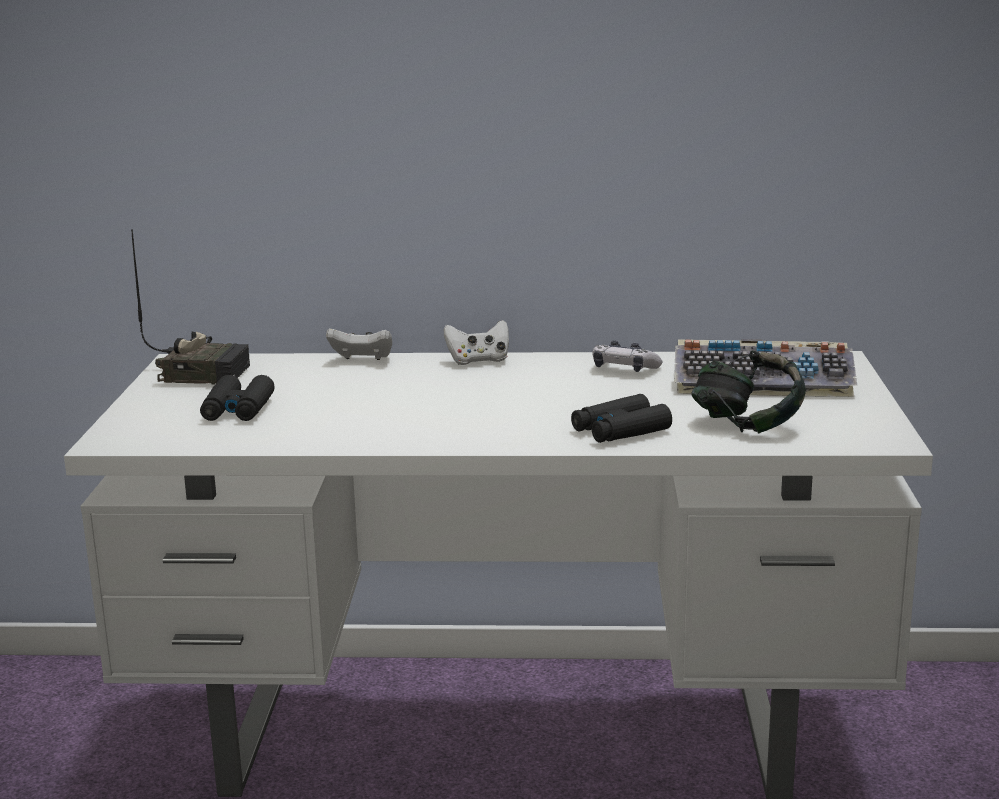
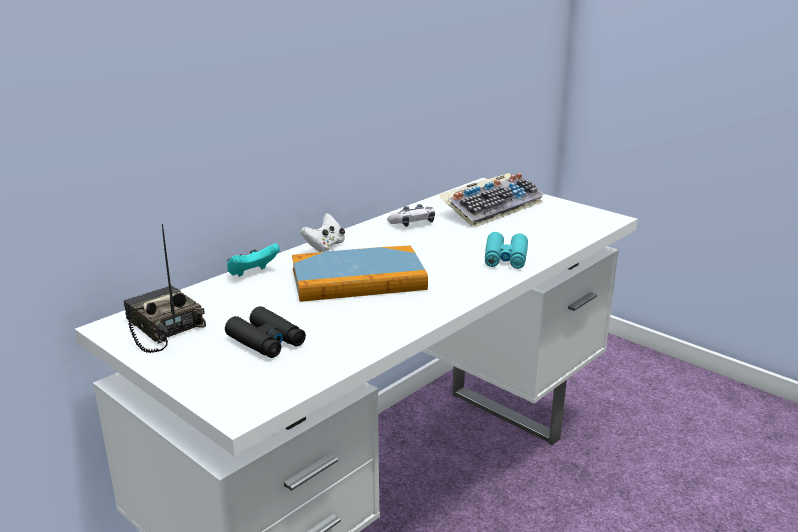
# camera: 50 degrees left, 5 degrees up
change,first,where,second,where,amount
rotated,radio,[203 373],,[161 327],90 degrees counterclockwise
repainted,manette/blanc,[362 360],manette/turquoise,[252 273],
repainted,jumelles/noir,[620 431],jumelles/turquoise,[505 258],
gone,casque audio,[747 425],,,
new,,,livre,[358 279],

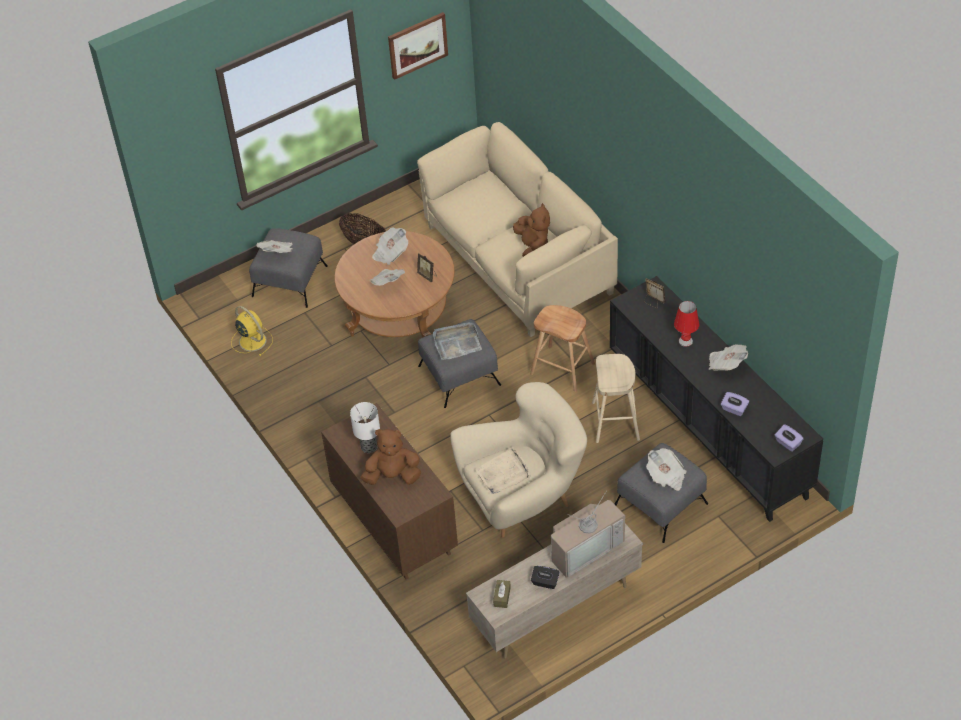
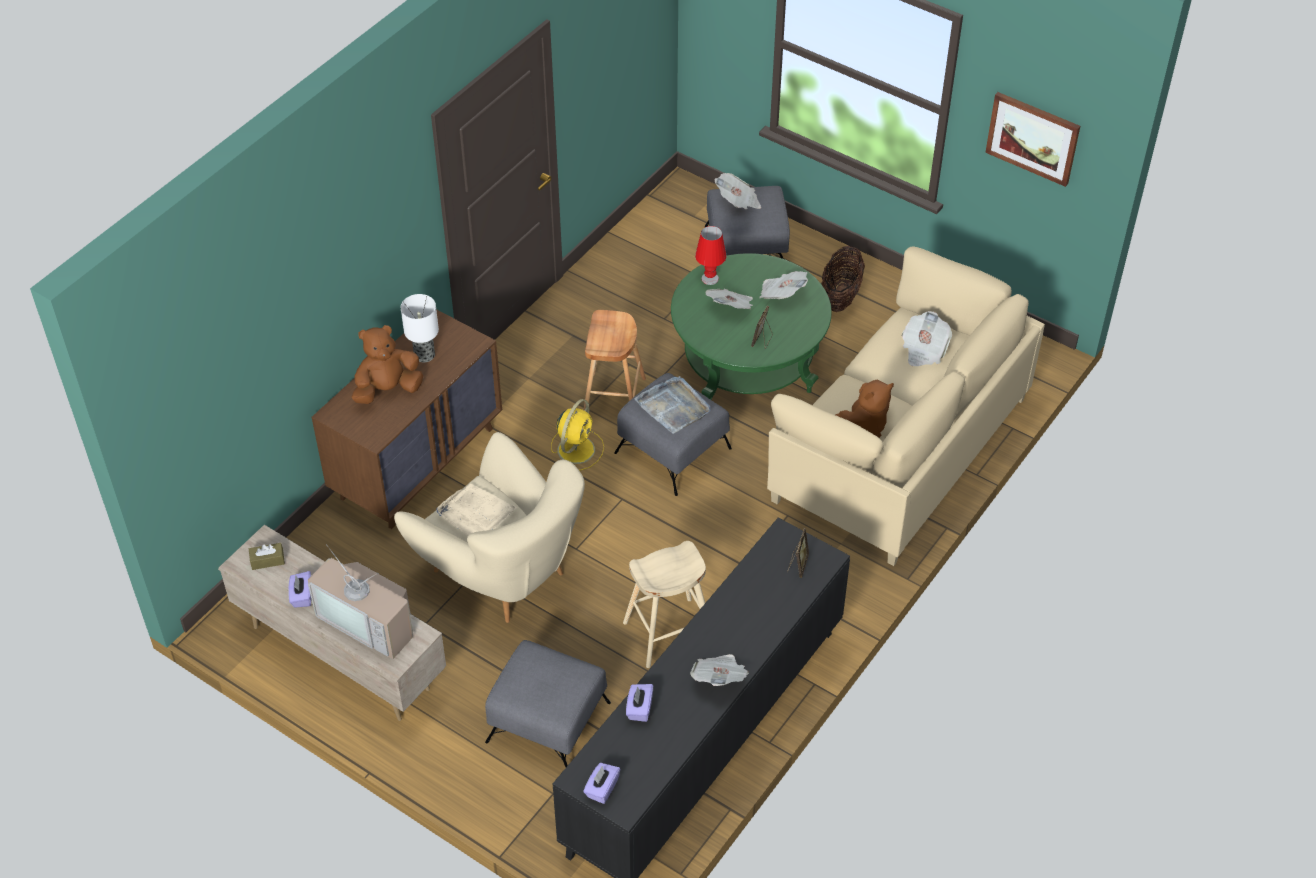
# camera: 65 degrees right, 0 degrees up
change,first,where,second,where,amount
shifted,ventilateur/jaune,[251 340],,[577 448],
repainted,table basse/marron,[399 312],table basse/vert,[748 361],
rotated,peluche/marron,[393 476],,[387 390],90 degrees counterclockwise
shifted,tabouret/marron,[562 369],,[614 399],
repainted,boîte à mouchoirs/noir,[545 582],boîte à mouchoirs/violet,[302 596],
shifted,journal,[666 476],,[923 350],
shifted,lampe de table/rouge,[685 341],,[710 278],

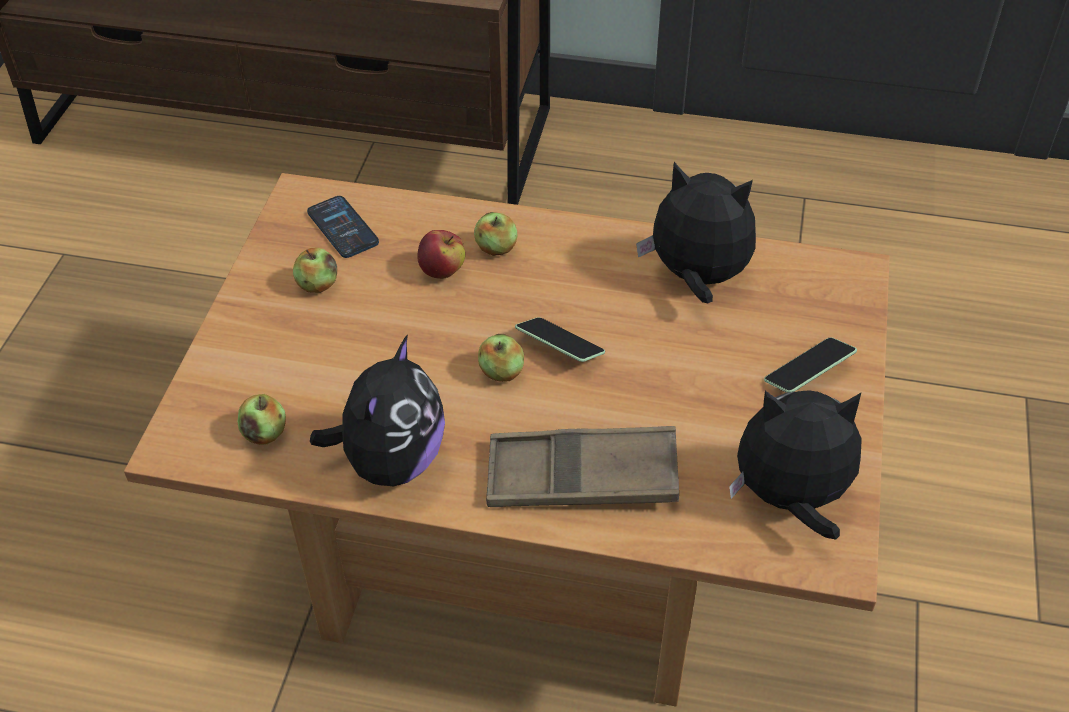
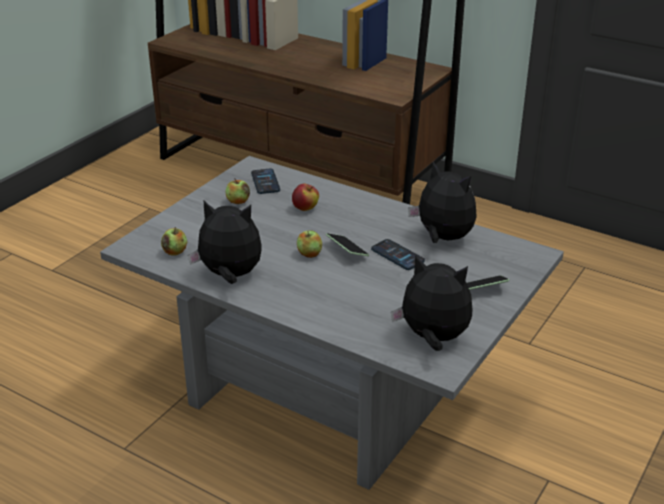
# camera: 20 degrees right, 15 degrees down
change,first,where,second,where,amount
repainted,table basse/marron,[536 535],table basse/gris,[331 389],
rotated,peluche,[391 461],,[230 276],120 degrees counterclockwise
gone,pomme,[496 248],,,
gone,plateau/marron,[582 477],,,
new,,,téléphone,[397 255],

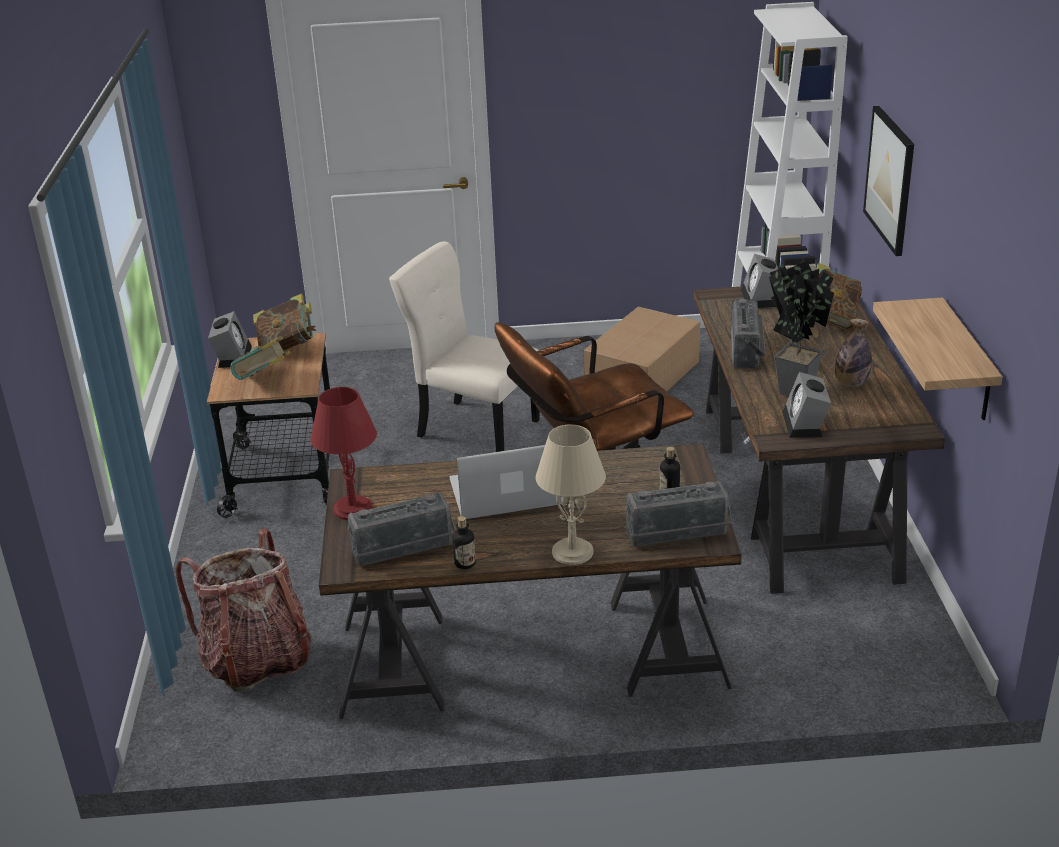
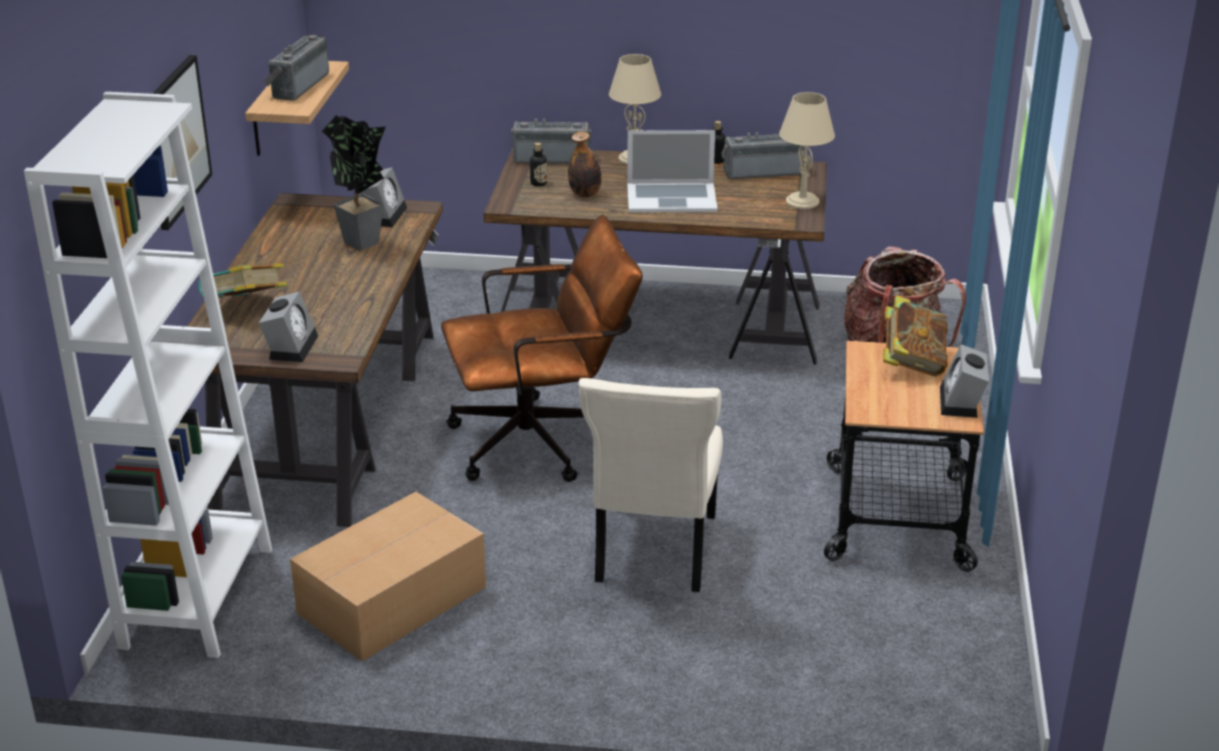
# camera: 170 degrees left, 0 degrees up
change,first,where,second,where,amount
gone,livre,[288 348],,,
repainted,lampe de table/rouge,[352 508],lampe de table/beige,[803 201],
rotated,chaise/beige,[474 427],,[653 552],60 degrees clockwise
shifted,radio,[749 351],,[297 85],
shifted,bouteille,[851 384],,[585 194],

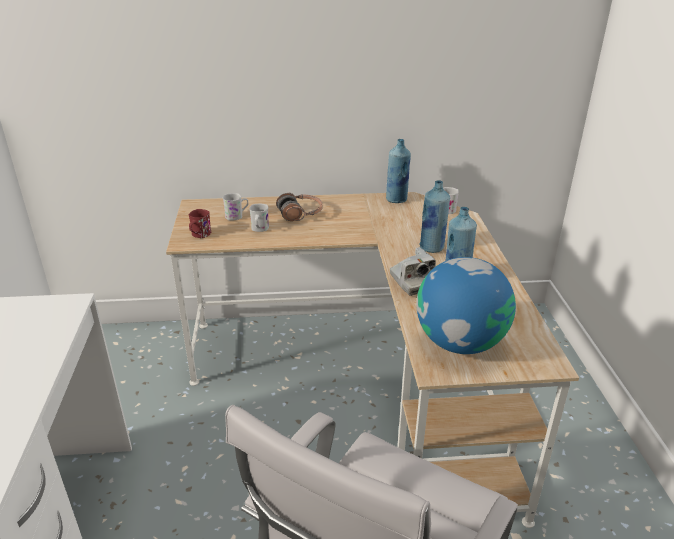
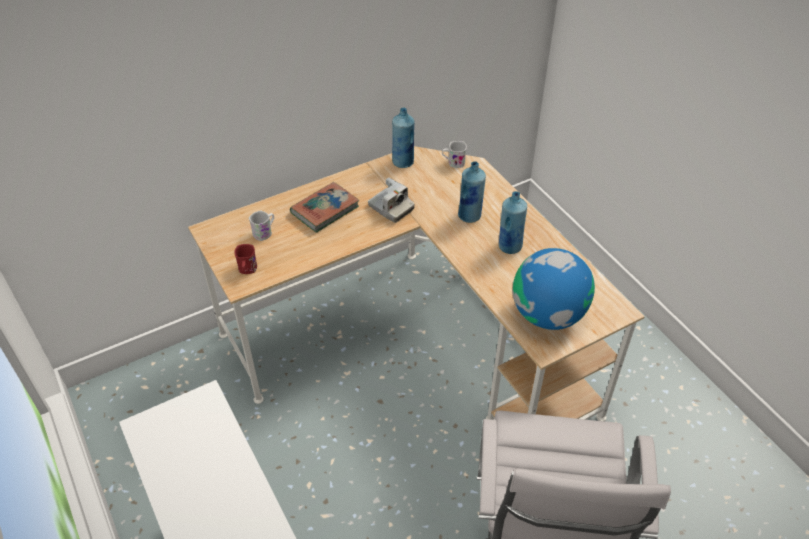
# camera: 25 degrees left, 15 degrees up
change,first,where,second,where,amount
gone,mug/blanc,[259 229],,,
swapped,casque audio,[300 214],livre,[325 210],
shifted,appareil photo,[413 282],,[390 208],

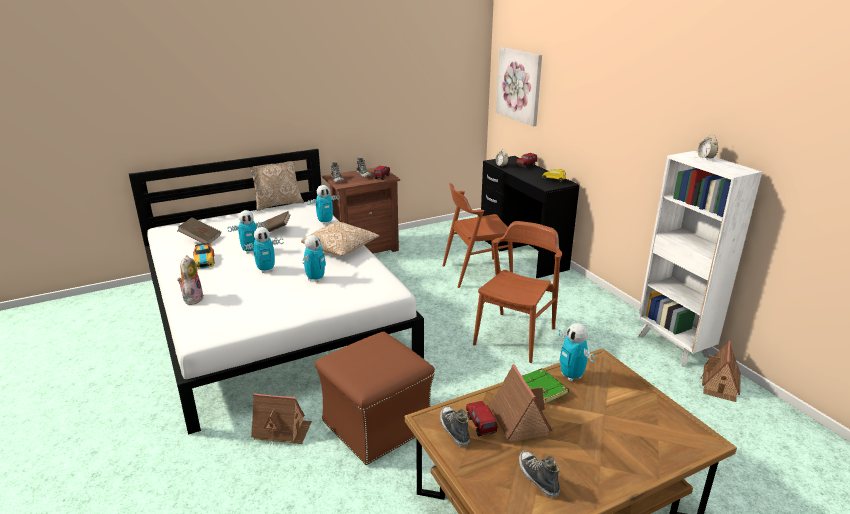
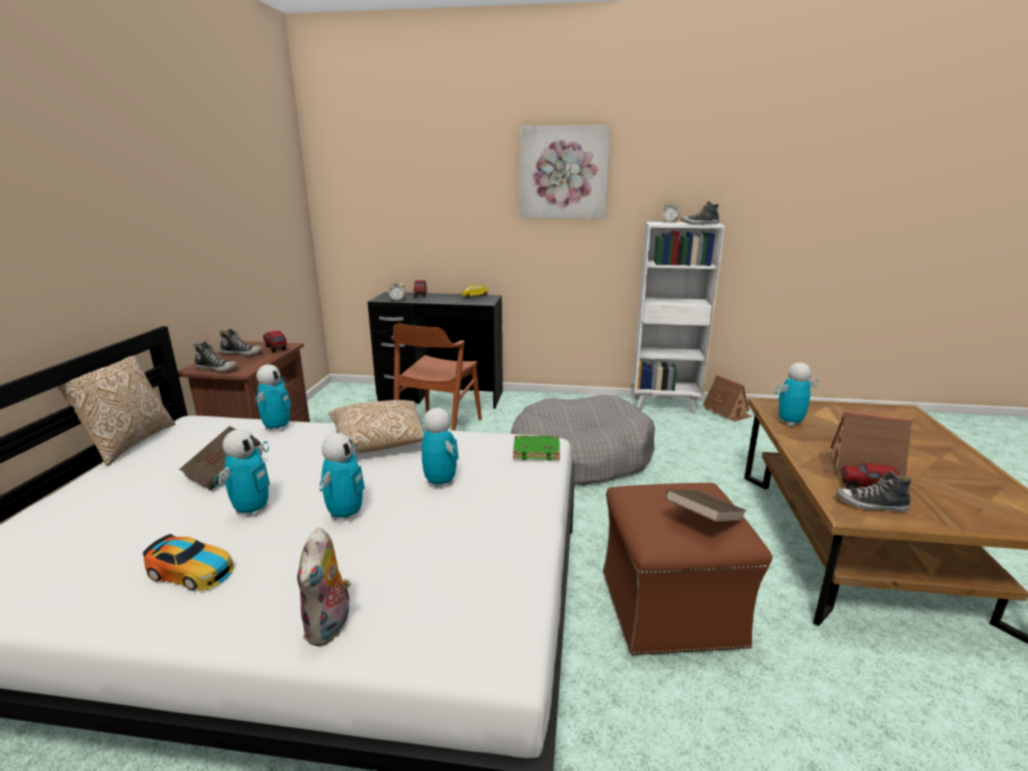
# camera: 55 degrees left, 5 degrees down
change,first,where,second,where,amount
shifted,livre/marron,[201 239],,[703 520],
rotated,peluche,[192 298],,[330 627],120 degrees counterclockwise
gone,maison miniature,[282 430],,,
swapped,chaise/marron,[515 336],panier pour chien/gris,[580 457],
shifted,tableau,[519 85],,[564 173],
shifted,chaussure,[537 477],,[699 224],
shifted,livre/vert,[543 389],,[537 451],
rotated,robot jouet,[571 376],,[789 422],150 degrees clockwise

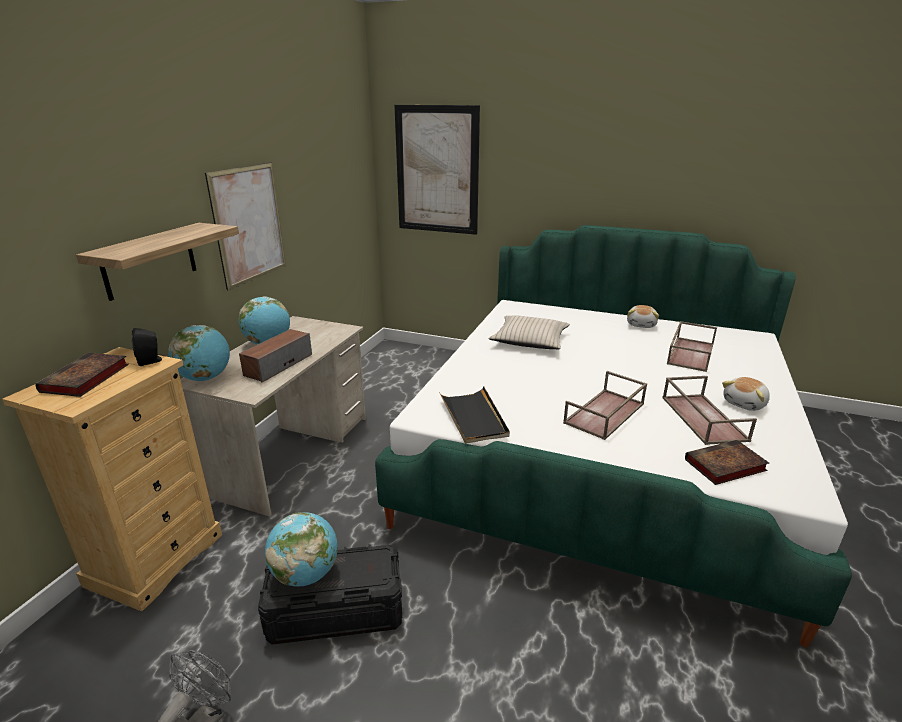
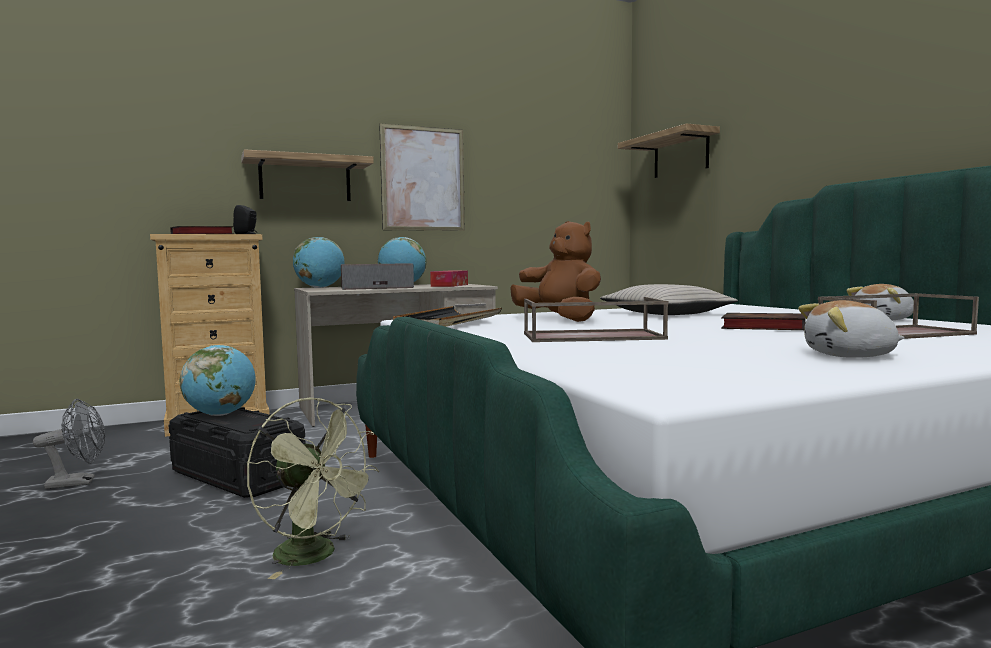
# camera: 45 degrees right, 20 degrees down
change,first,where,second,where,amount
swapped,tableau,[437 170],étagère,[681 154],
gone,plateau/marron,[702 418],,,
shifted,livre,[724 466],,[761 327],
new,,,ventilateur/vert,[315 556],
new,,,boîte à mouchoirs,[449 285],
new,,,peluche/marron,[560 319],

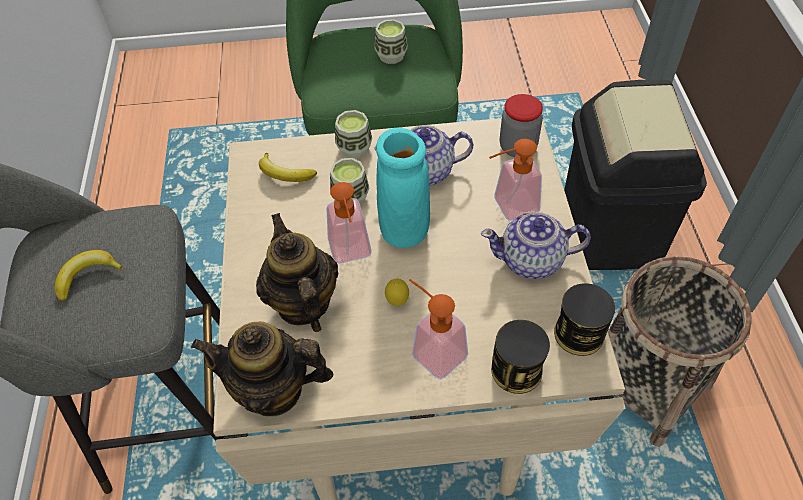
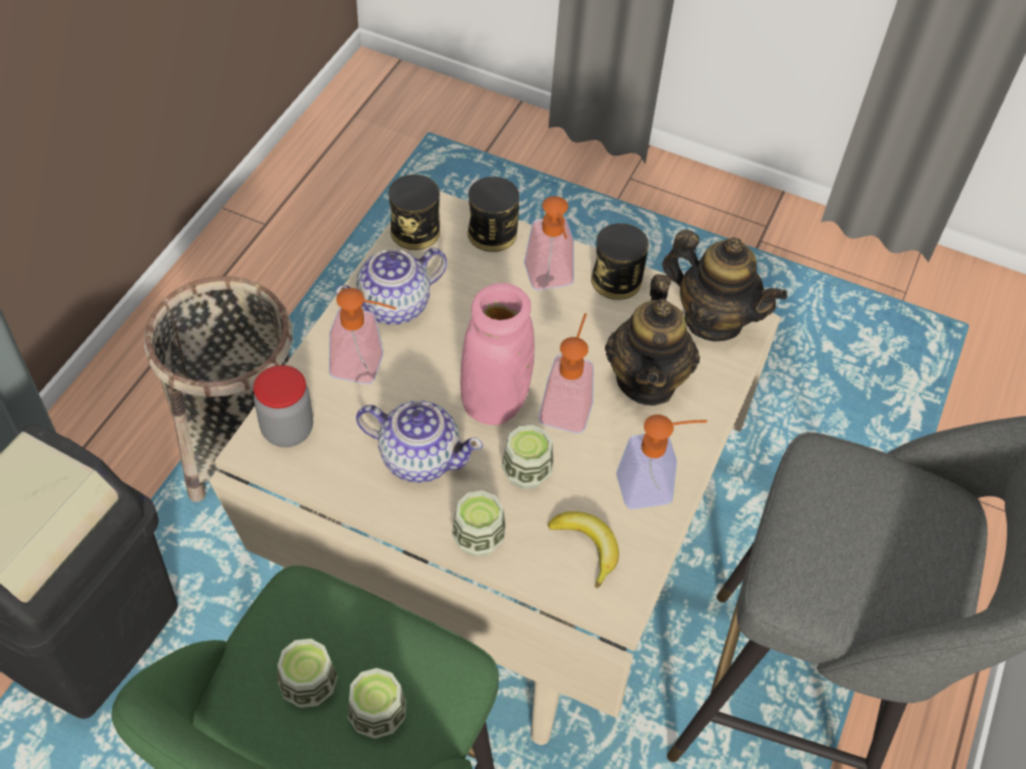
# camera: 155 degrees left, 0 degrees up
change,first,where,second,where,amount
gone,banane,[88 276],,,
repainted,vase/turquoise,[404 230],vase/rose,[494 401],
gone,citron,[397 302],,,
rotated,théière,[532 260],,[395 305],120 degrees clockwise
new,,,tasse,[377 716],
new,,,boîte métallique,[616 280],
new,,,distributeur de savon,[654 486],

